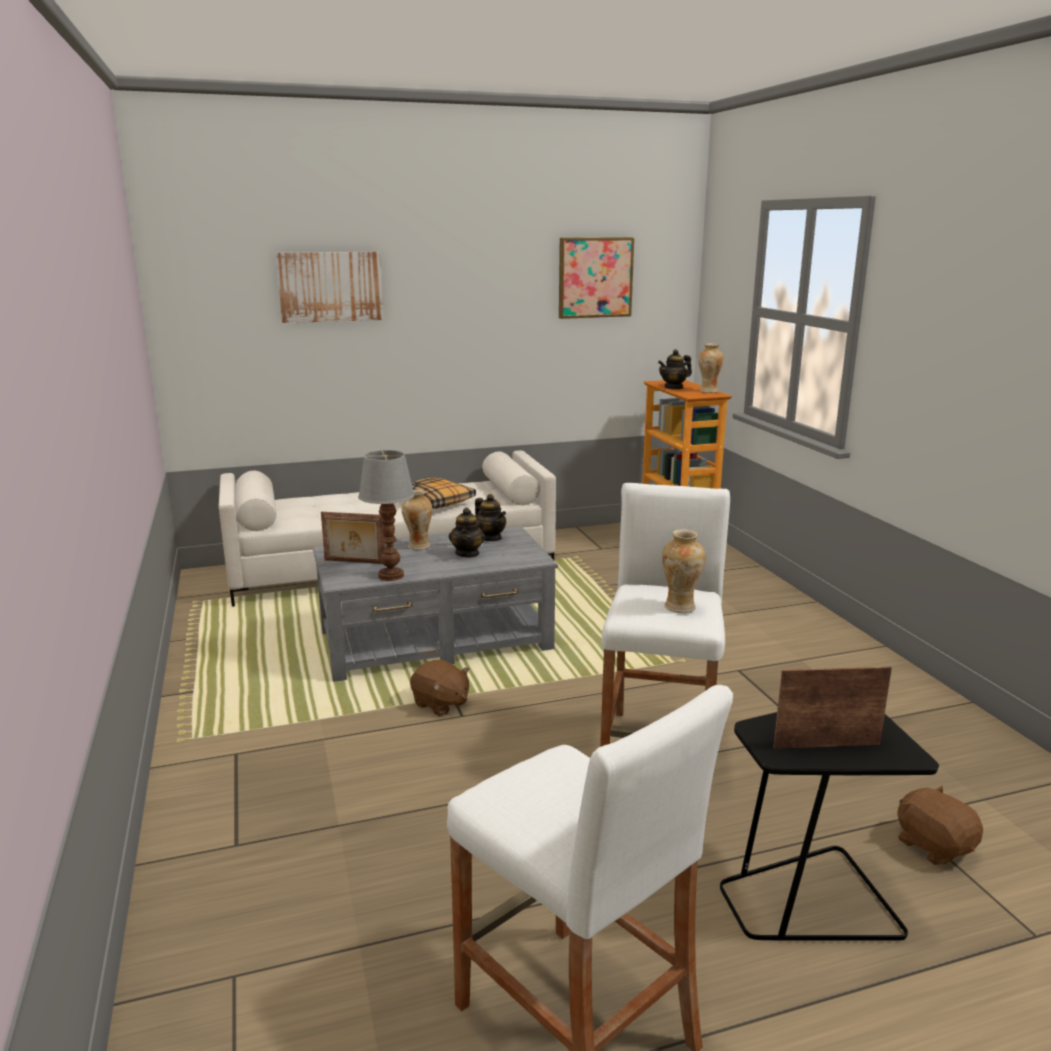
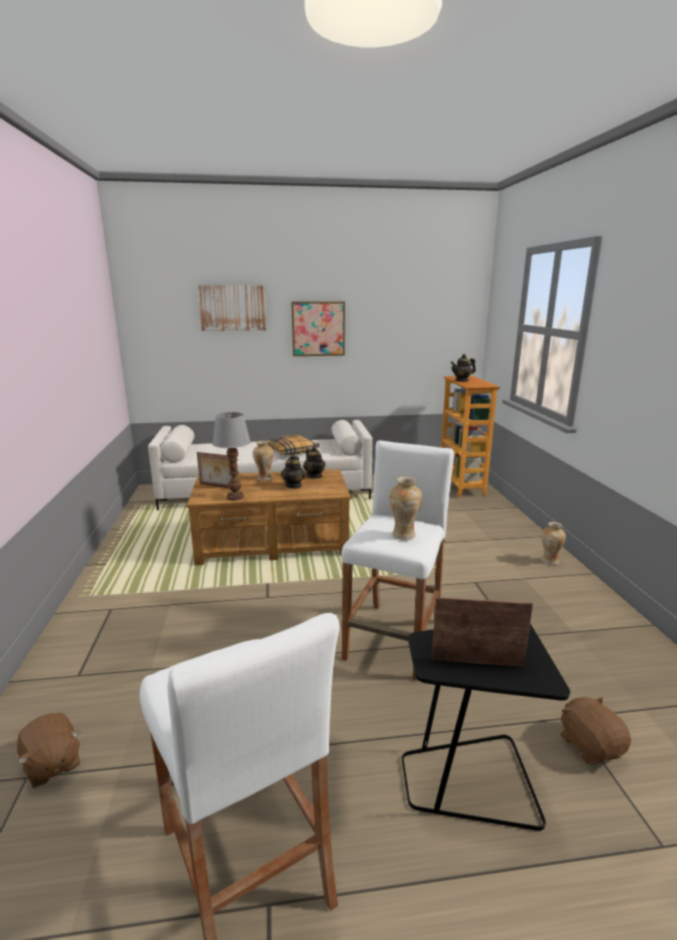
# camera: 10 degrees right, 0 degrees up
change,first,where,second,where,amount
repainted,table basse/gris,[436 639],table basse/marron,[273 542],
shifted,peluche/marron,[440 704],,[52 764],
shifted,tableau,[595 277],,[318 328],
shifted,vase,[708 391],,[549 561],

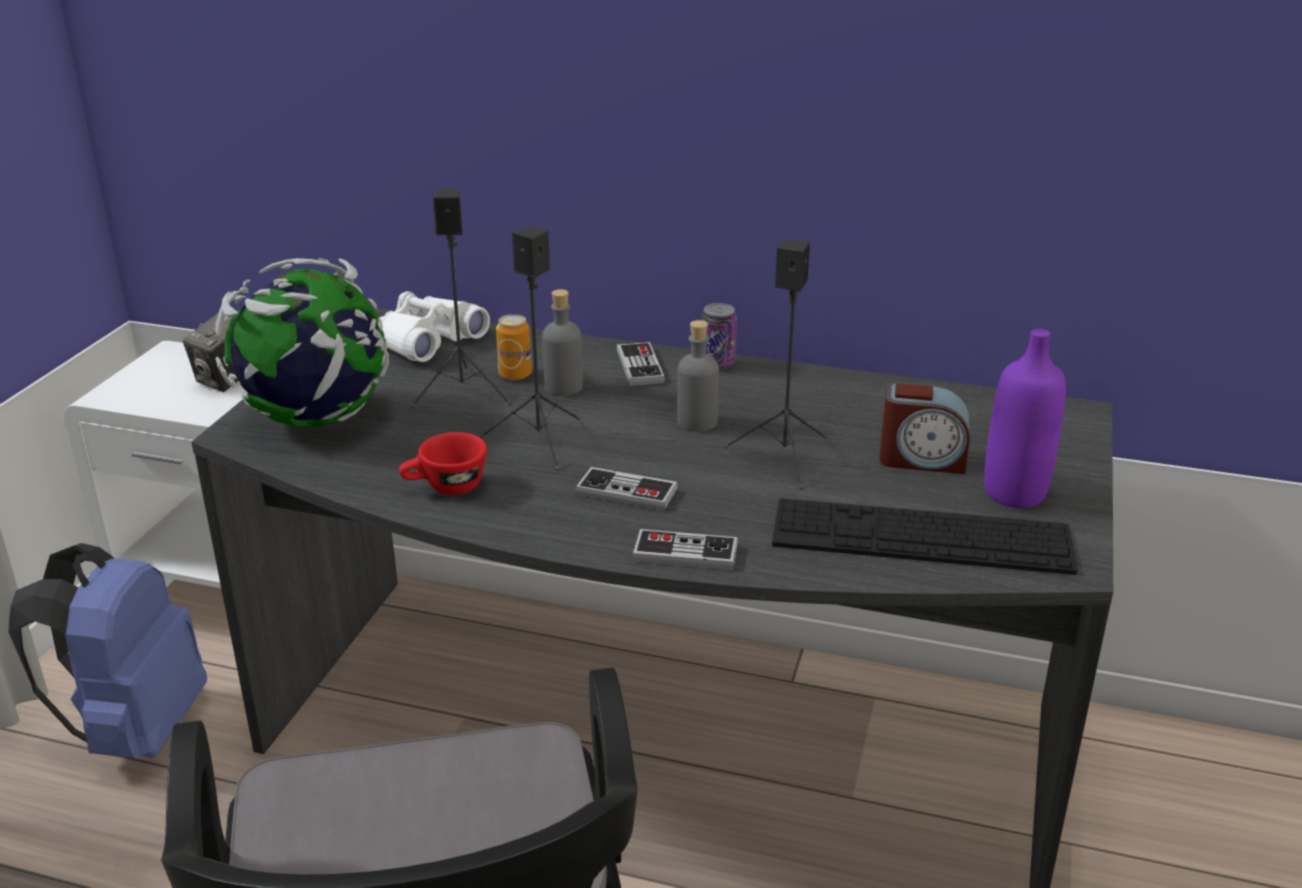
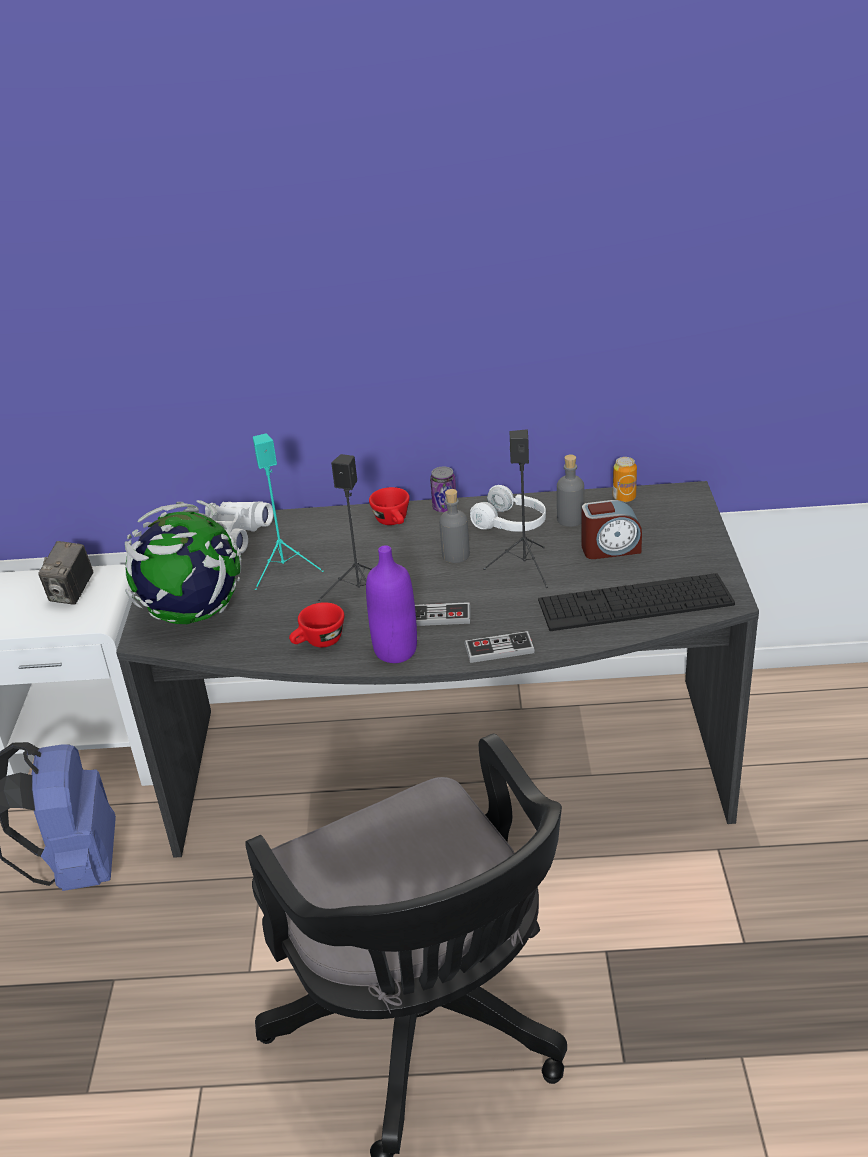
# camera: 15 degrees left, 5 degrees up
change,first,where,second,where,amount
repainted,enceinte/noir,[464 392],enceinte/turquoise,[285 569],
shifted,boîte métallique,[515 375],,[624 498],
shifted,bouteille/gris,[563 387],,[570 519],
swapped,manette,[640 366],tasse/rouge,[394 522],
shifted,bouteille/violet,[1014 493],,[395 651],
new,,,casque audio/blanc,[511 524],

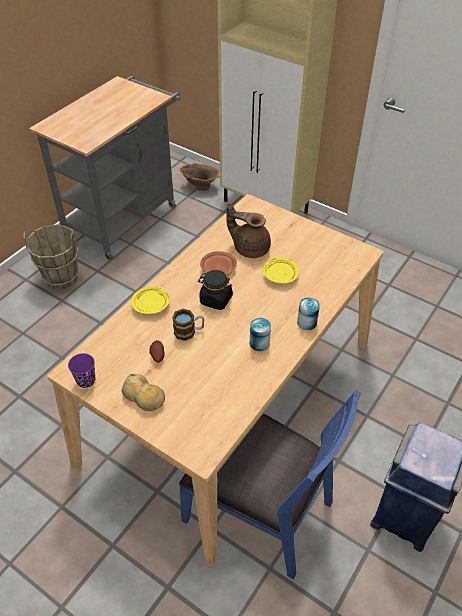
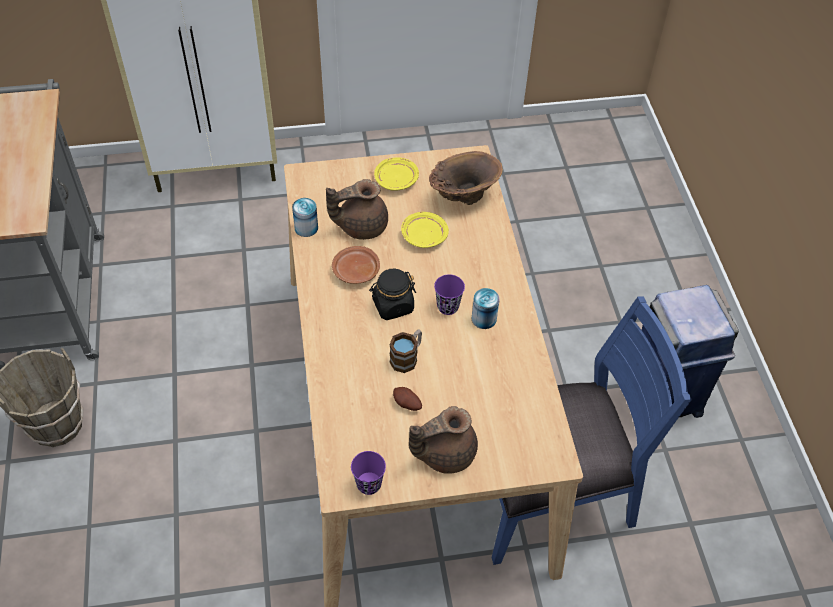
# camera: 45 degrees left, 5 degrees up
change,first,where,second,where,amount
swapped,pain,[144 397],théière/marron,[444 453],
shifted,assiette/jaune,[151 305],,[396 179],
shifted,vase/marron,[200 186],,[463 197],
shifted,boîte métallique,[307 322],,[306 228],
new,,,tasse/violet,[448 306],

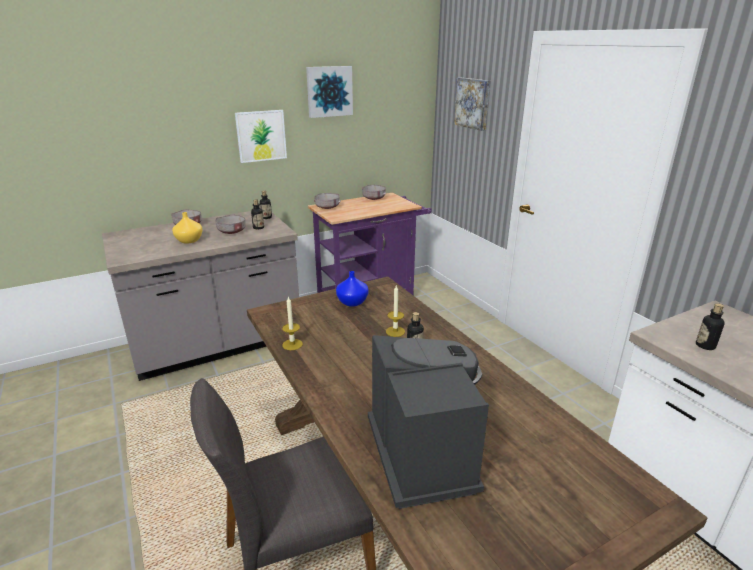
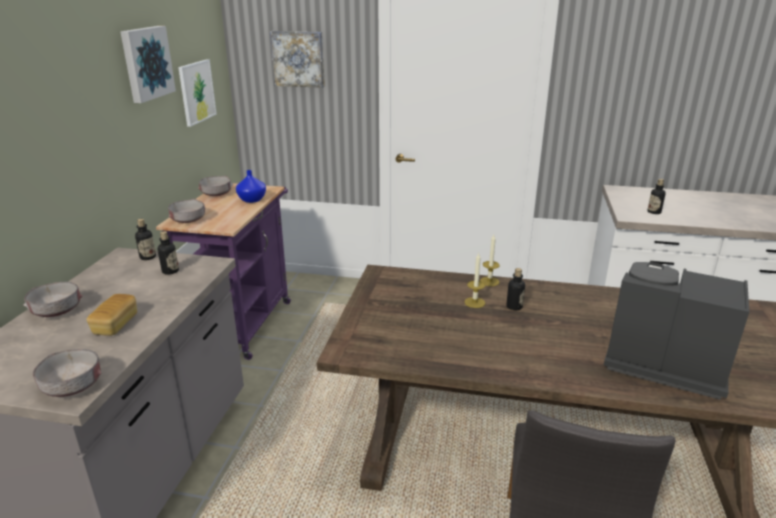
# camera: 50 degrees left, 0 degrees up
change,first,where,second,where,amount
swapped,vase/jaune,[190 240],pain,[115 324],
shifted,bol/gris,[232 232],,[73 387],
shifted,tableau,[261 136],,[197 92],
shifted,bougie,[292 344],,[489 281],
shifted,vase/bleu,[353 302],,[252 200],

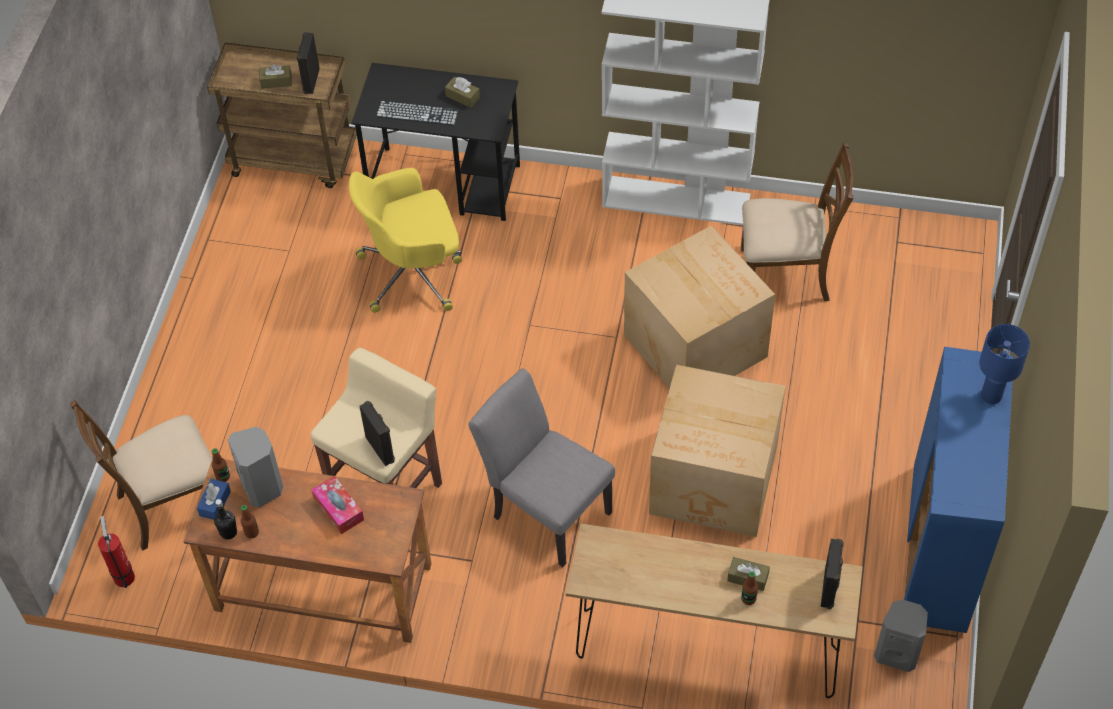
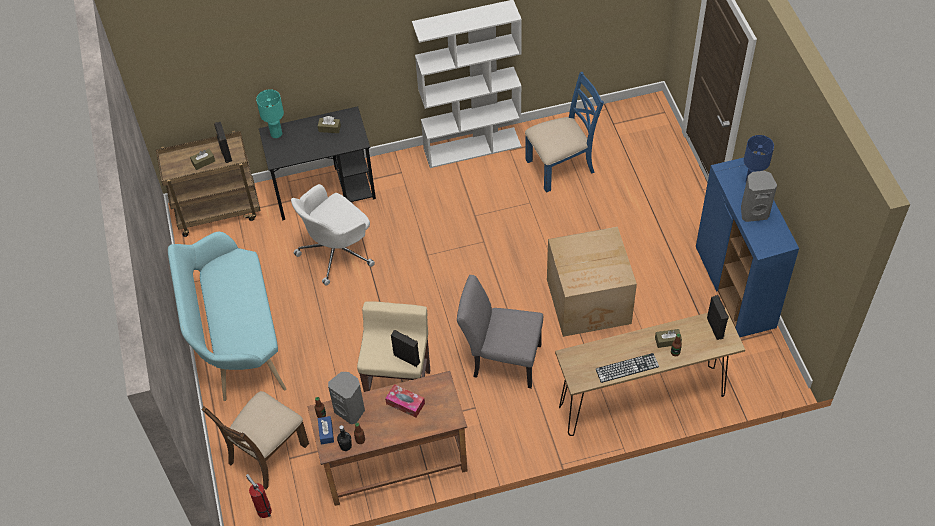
# camera: 25 degrees left, 0 degrees up
change,first,where,second,where,amount
repainted,chaise de bureau/jaune,[413 273],chaise de bureau/blanc,[337 252],
shifted,clavier,[417 113],,[627 368],
gone,carton,[695 344],,,
repainted,chaise/marron,[786 274],chaise/bleu,[561 166],
shifted,enceinte/gris,[897 653],,[753 212],
new,,,banc/turquoise,[237 342],
new,,,lampe de table/turquoise,[276 134],

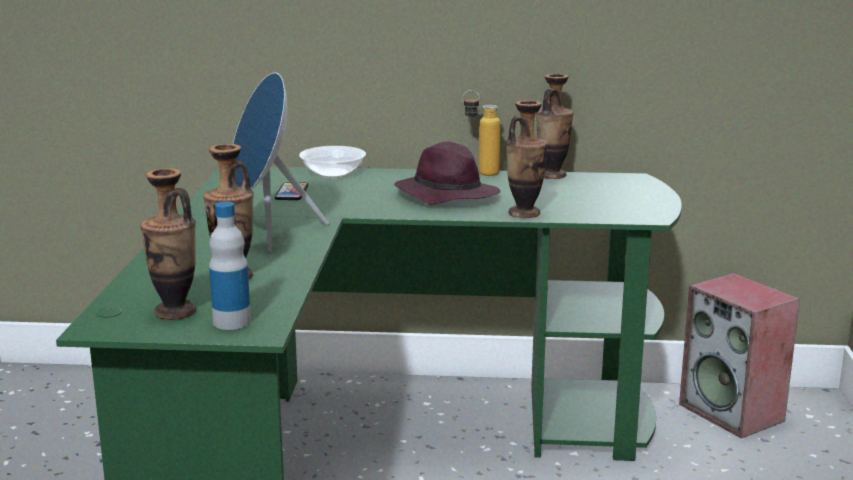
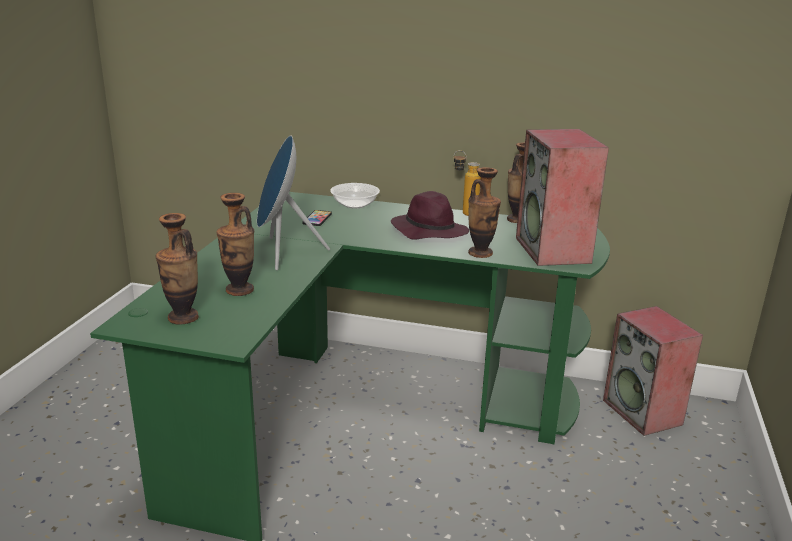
# camera: 10 degrees right, 5 degrees up
change,first,where,second,where,amount
gone,bouteille,[232 322],,,
new,,,enceinte,[554 250],

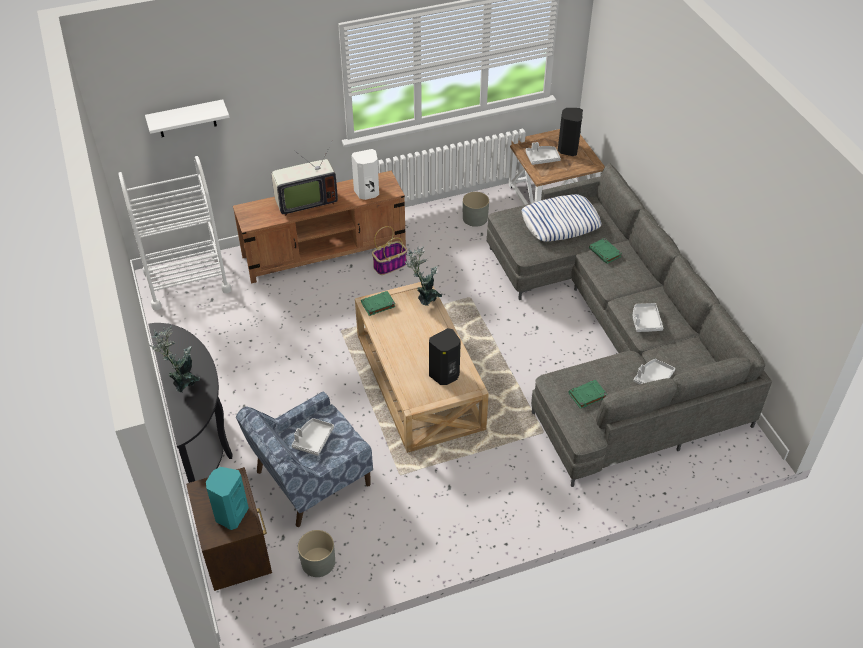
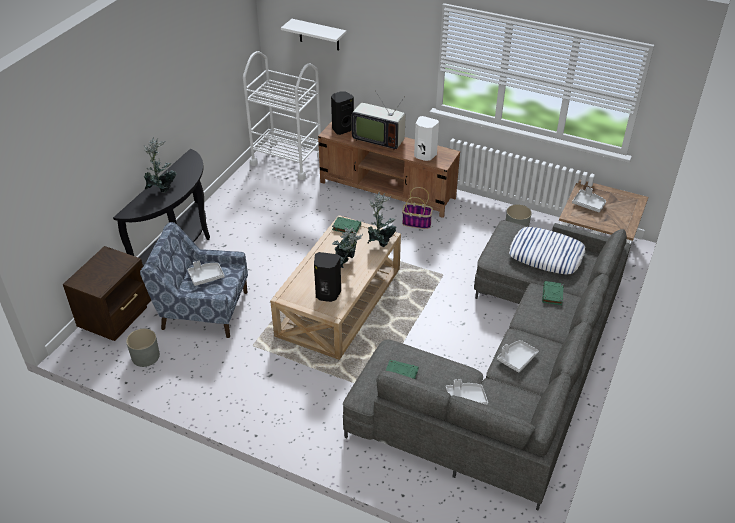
# camera: 45 degrees right, 5 degrees down
change,first,where,second,where,amount
gone,enceinte/turquoise,[230 514],,,
shifted,enceinte/noir,[567 149],,[342 129],
new,,,plante en pot,[346 264],

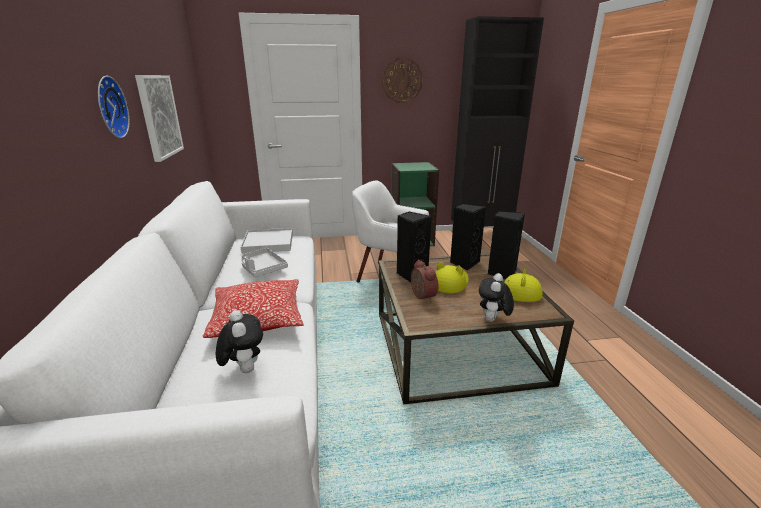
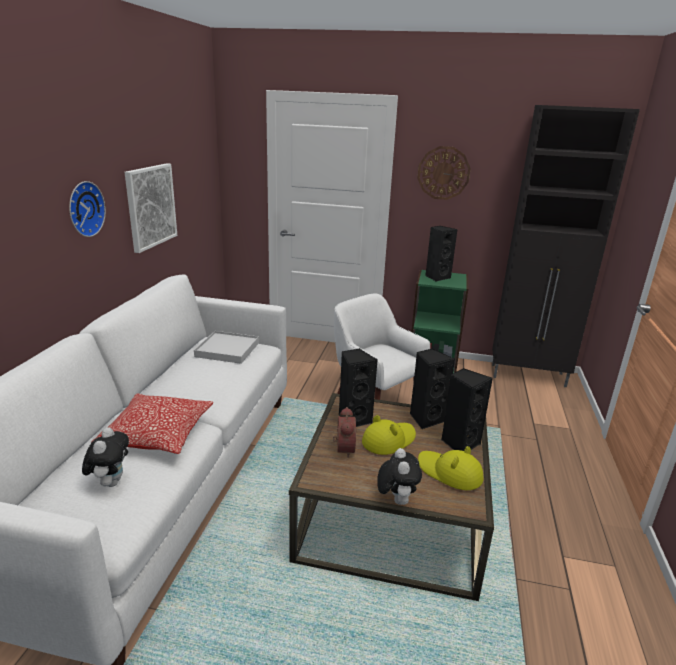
# camera: 20 degrees right, 0 degrees up
change,first,where,second,where,amount
gone,plateau/gris,[262 268],,,
rotated,peluche,[492 320],,[396 499],135 degrees clockwise
new,,,enceinte/noir,[437 277],

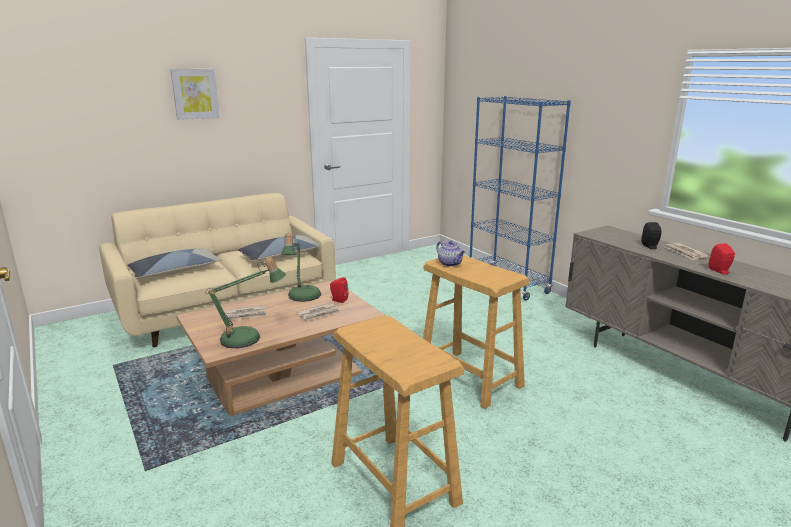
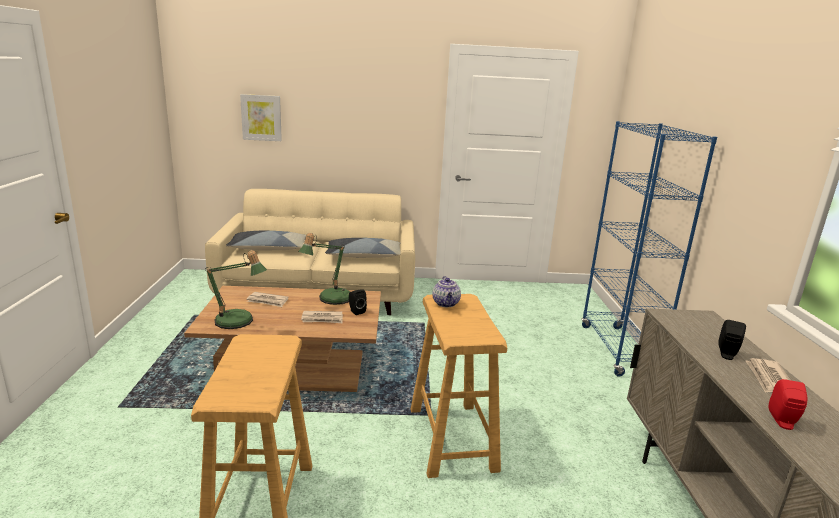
# camera: 30 degrees right, 0 degrees up
change,first,where,second,where,amount
shifted,tableau,[195 94],,[261 117],
repainted,enceinte/rouge,[338 300],enceinte/noir,[356 311],

